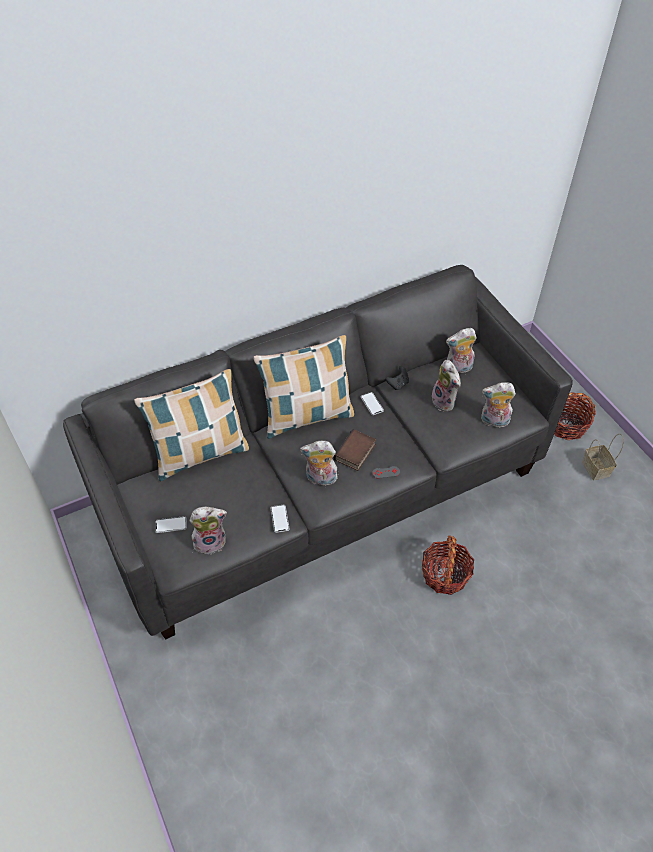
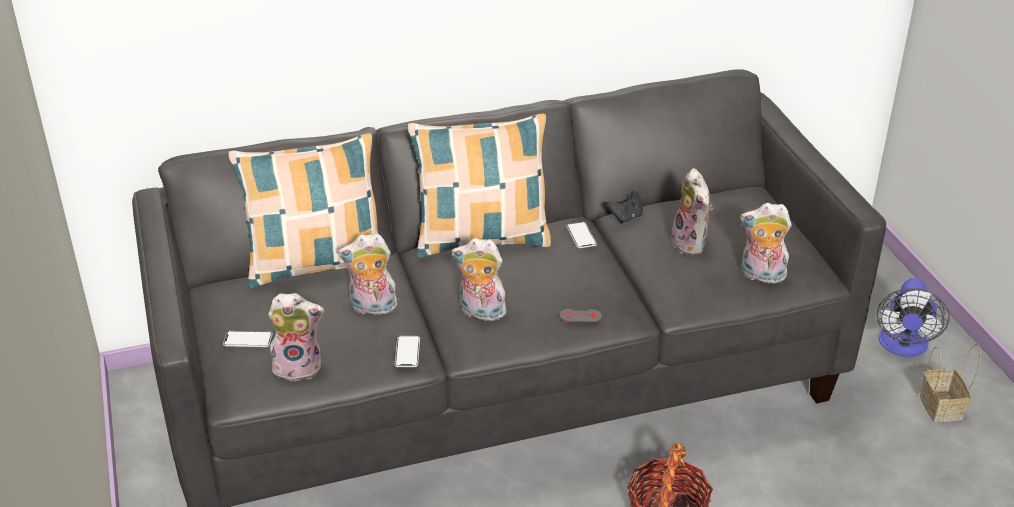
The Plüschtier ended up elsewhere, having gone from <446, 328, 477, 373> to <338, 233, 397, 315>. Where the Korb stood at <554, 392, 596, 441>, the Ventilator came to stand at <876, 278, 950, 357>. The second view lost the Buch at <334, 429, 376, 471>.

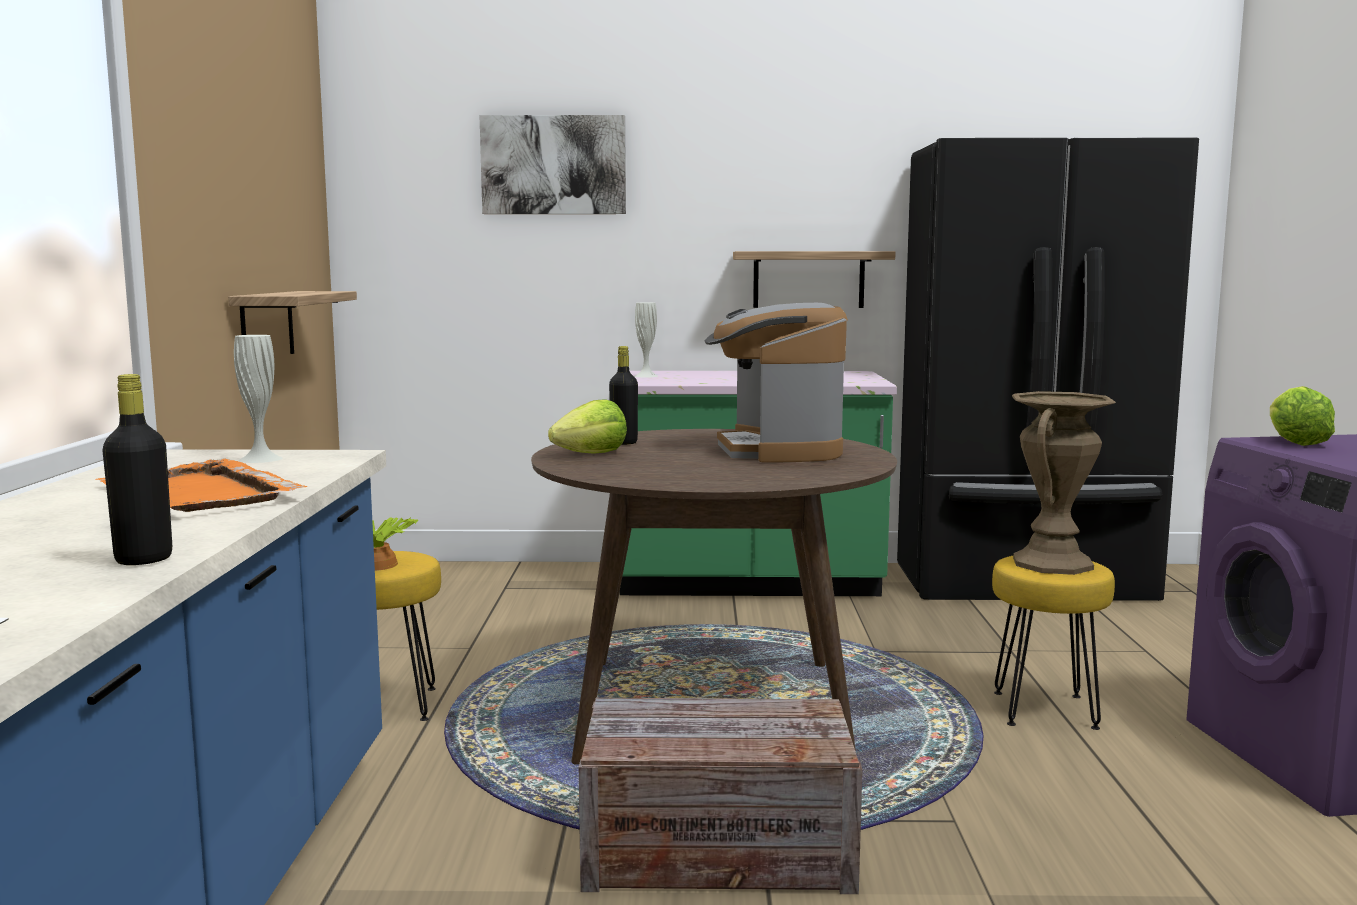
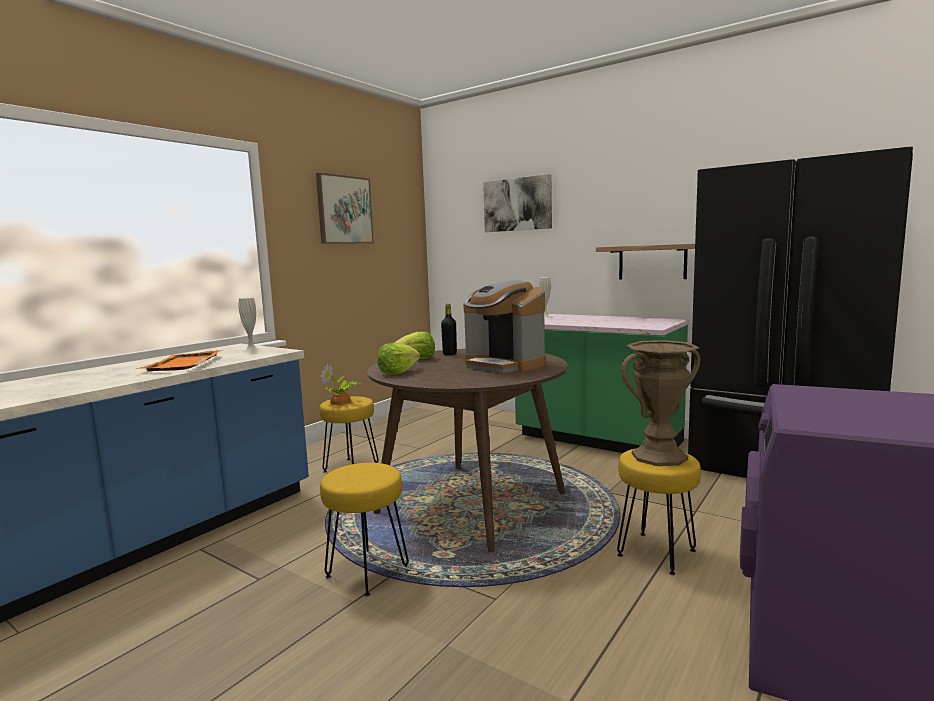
The second view gained the Bild at <316, 173, 374, 244>. Where the Kiste stood at <579, 698, 862, 894>, the Hocker (gelb) came to stand at <320, 463, 409, 596>. The Salatkopf ended up elsewhere, having gone from <1270, 386, 1335, 446> to <377, 342, 420, 375>. The Kaffeemaschine at <705, 303, 848, 462> ended up facing another way, 75 degrees counterclockwise from before. The second view lost the Flasche (schwarz) at <102, 374, 172, 565>. The second view lost the Wandregal at <229, 291, 357, 354>.

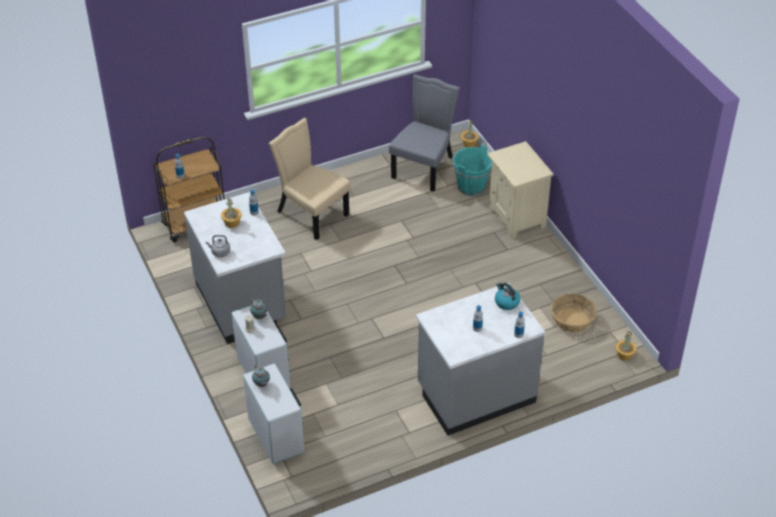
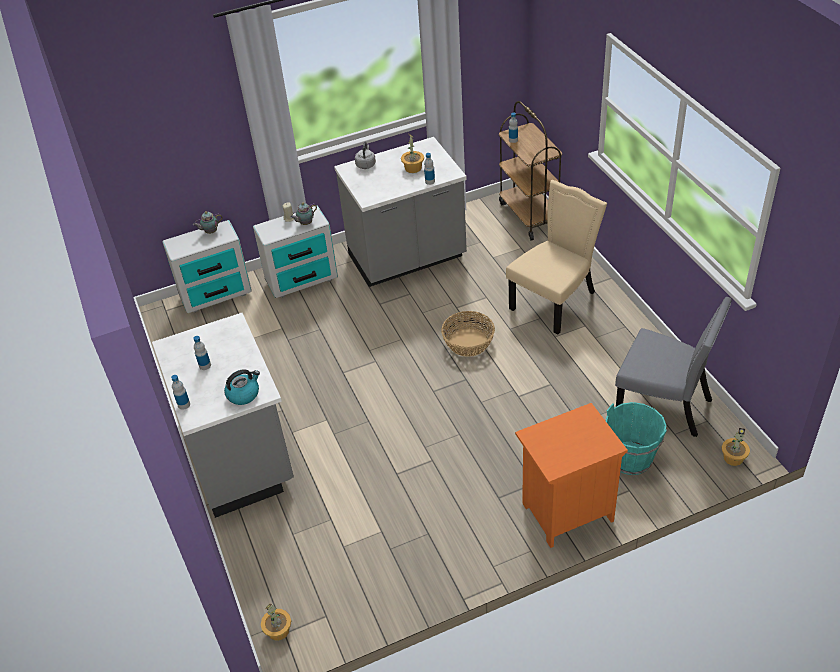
The Korb ended up elsewhere, having gone from <551, 294, 596, 333> to <441, 311, 495, 357>. What was the Nachttisch (beige) at <487, 141, 554, 239> turned into the Nachttisch (orange) at <515, 403, 628, 548>.

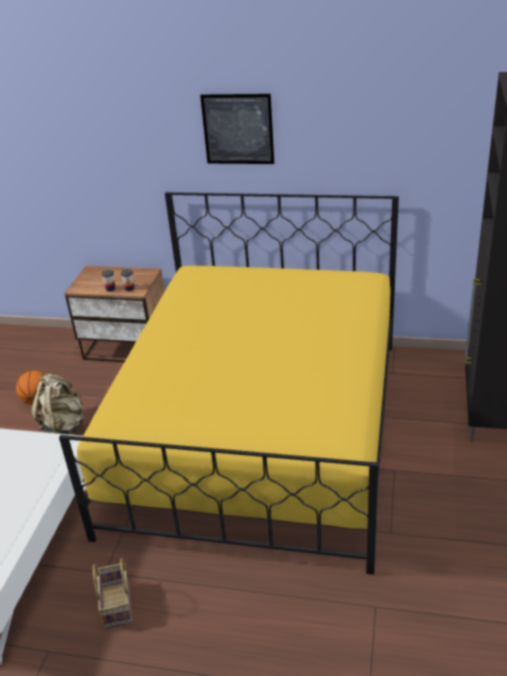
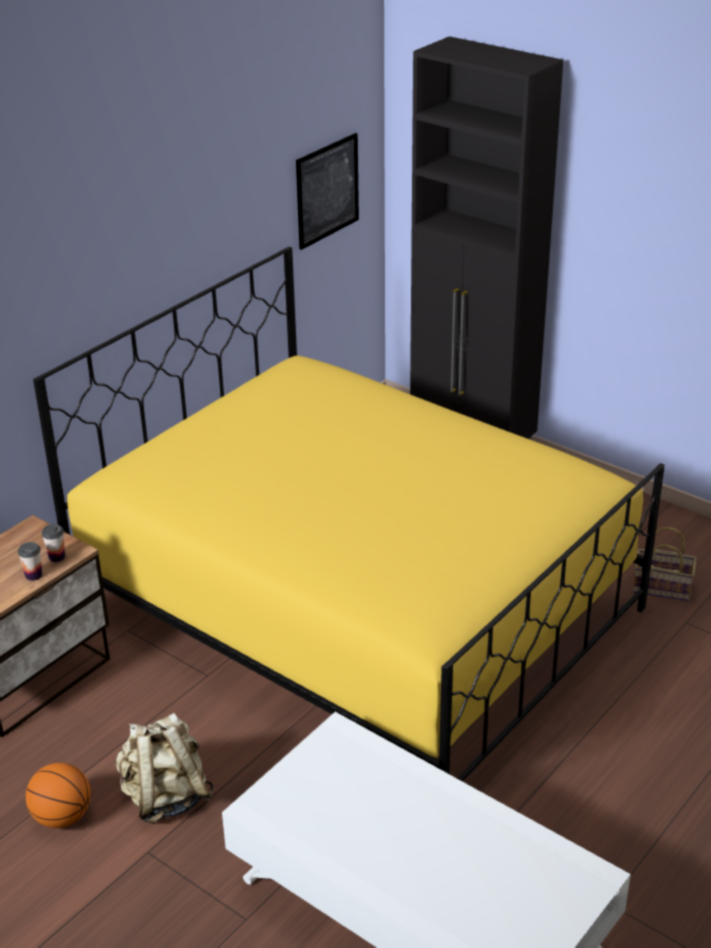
The Bild ended up elsewhere, having gone from <200, 94, 274, 164> to <296, 133, 359, 250>. The Korb ended up elsewhere, having gone from <93, 558, 132, 628> to <633, 527, 696, 601>.

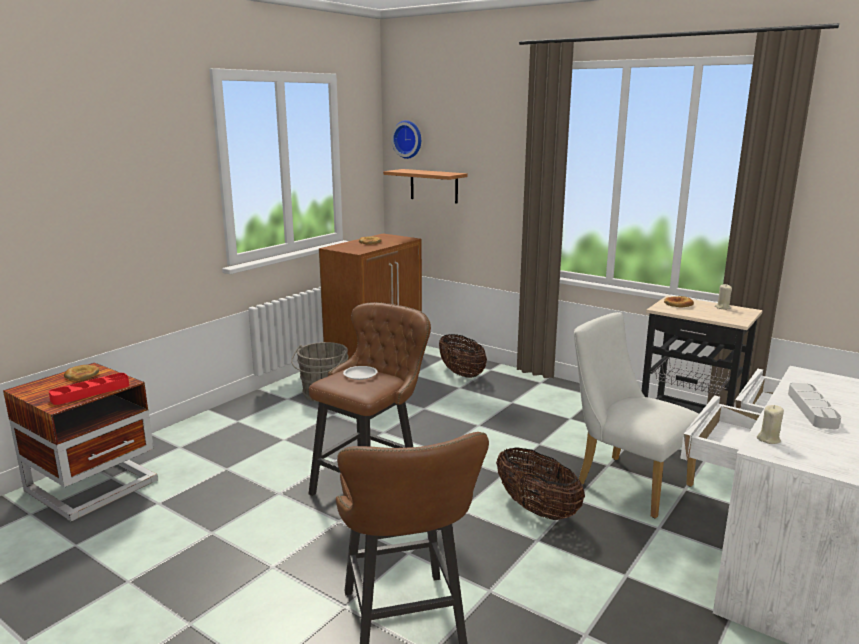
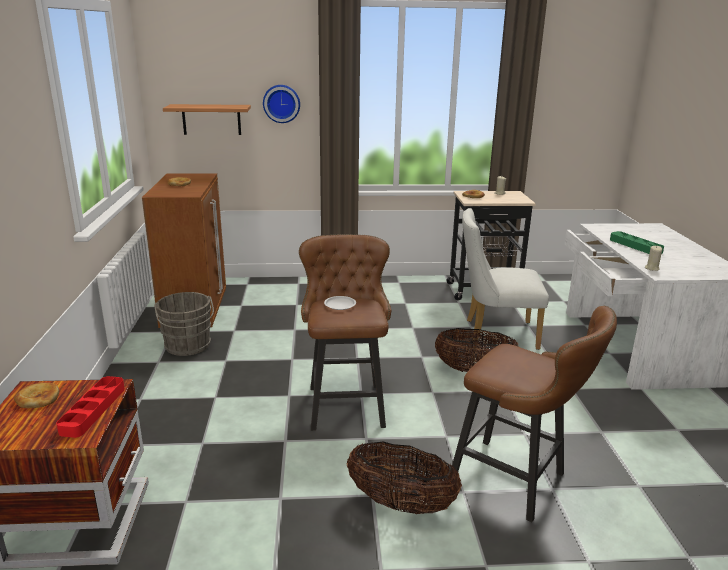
The Wanduhr ended up elsewhere, having gone from <391, 120, 421, 159> to <263, 85, 300, 123>. The Korb ended up elsewhere, having gone from <439, 334, 487, 378> to <347, 442, 462, 514>. What was the Tablett (grau) at <788, 383, 841, 429> turned into the Tablett (grün) at <610, 231, 664, 254>.

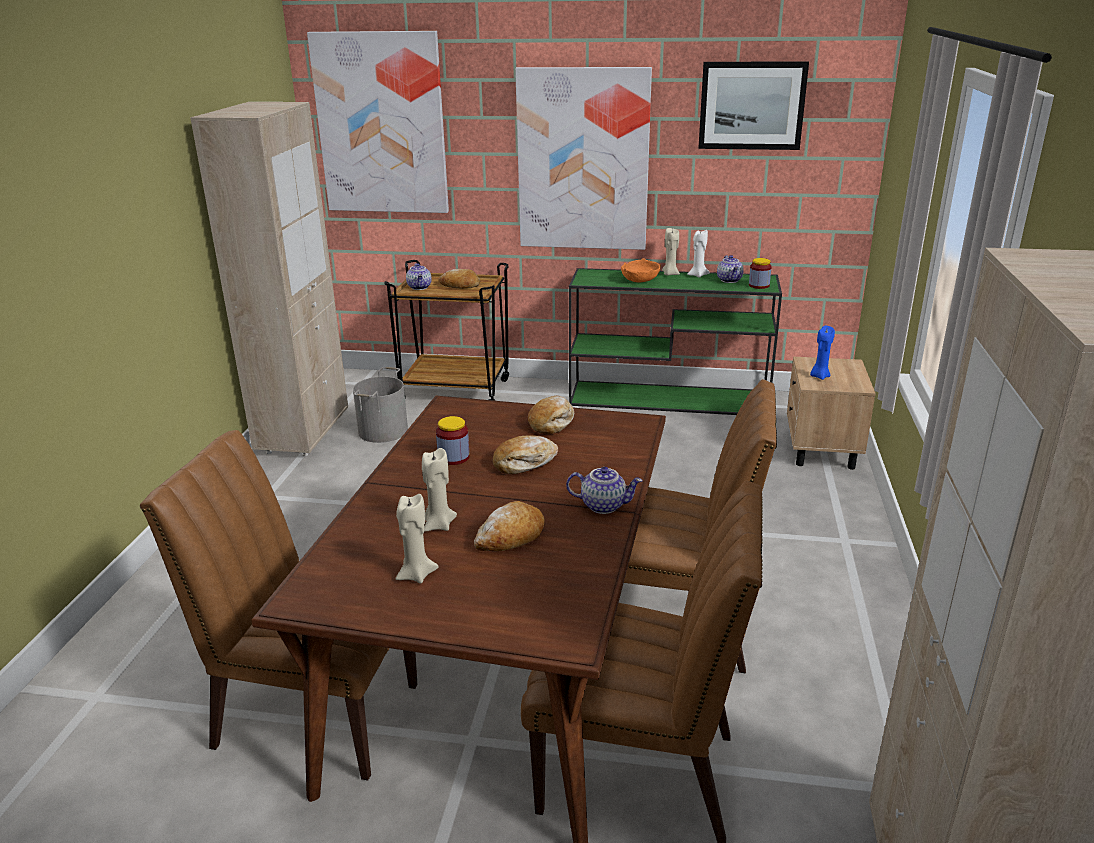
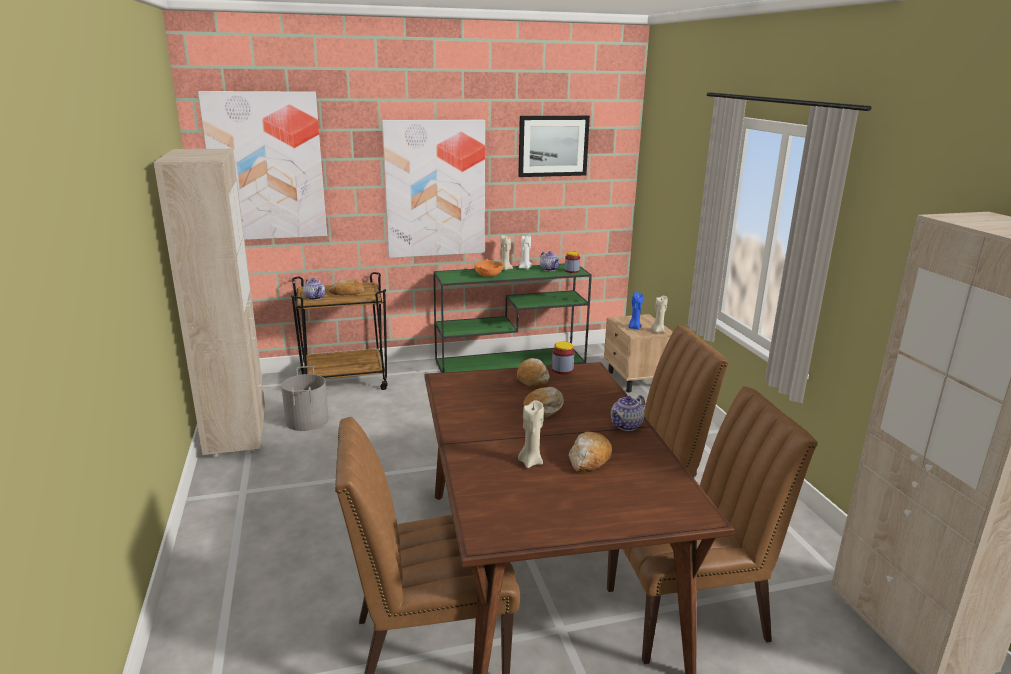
The Vorratsglas ended up elsewhere, having gone from <436, 416, 470, 465> to <552, 342, 574, 374>. The Teekanne at <566, 467, 643, 514> ended up facing another way, 150 degrees clockwise from before. The Kerze (beige) ended up elsewhere, having gone from <396, 494, 438, 584> to <651, 296, 667, 333>.

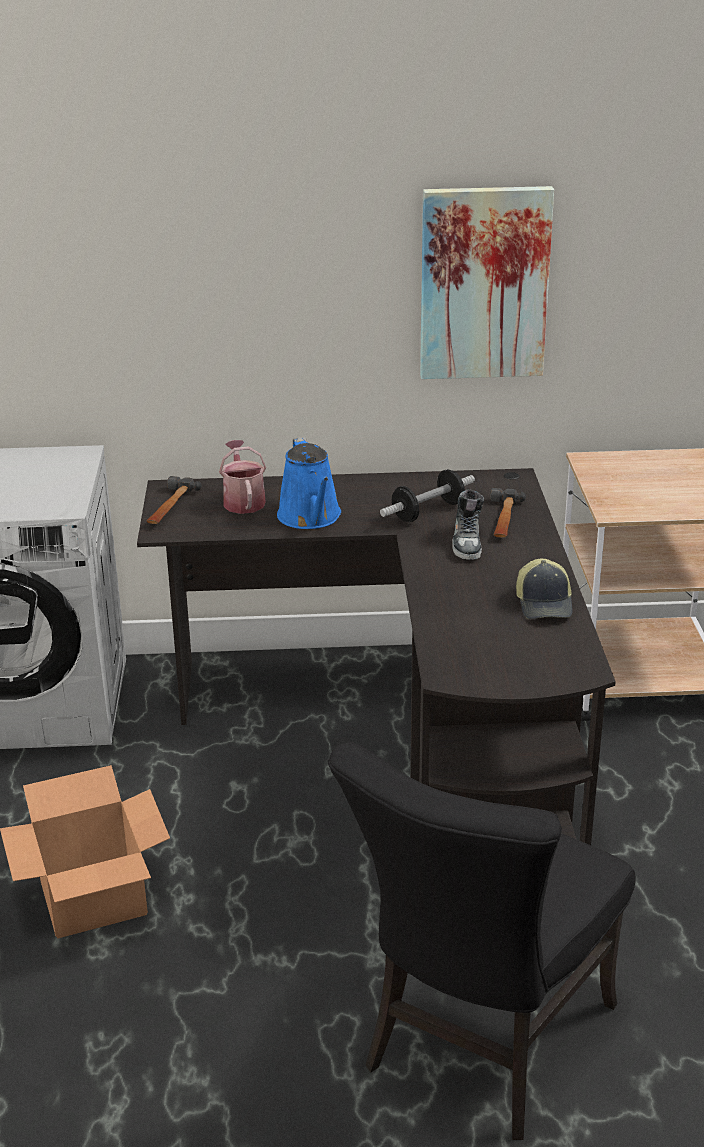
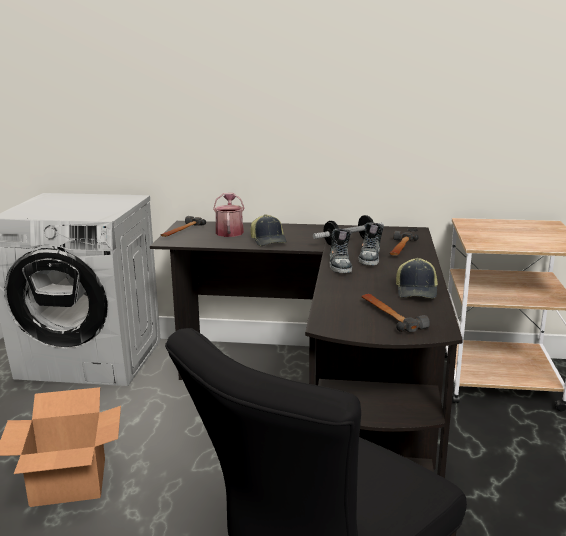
Where the Gießkanne (blau) stood at <277, 437, 341, 529>, the Kappe came to stand at <250, 214, 287, 246>. The second view gained the Schuh at <330, 229, 352, 273>. The second view gained the Hammer at <362, 294, 430, 332>. The second view lost the Bild at <420, 186, 554, 379>.

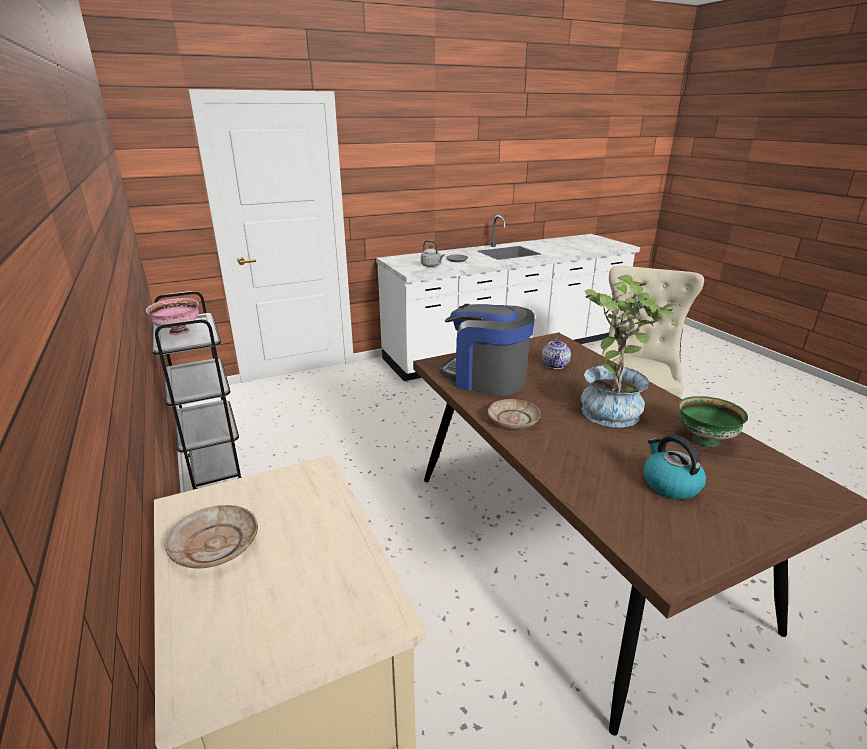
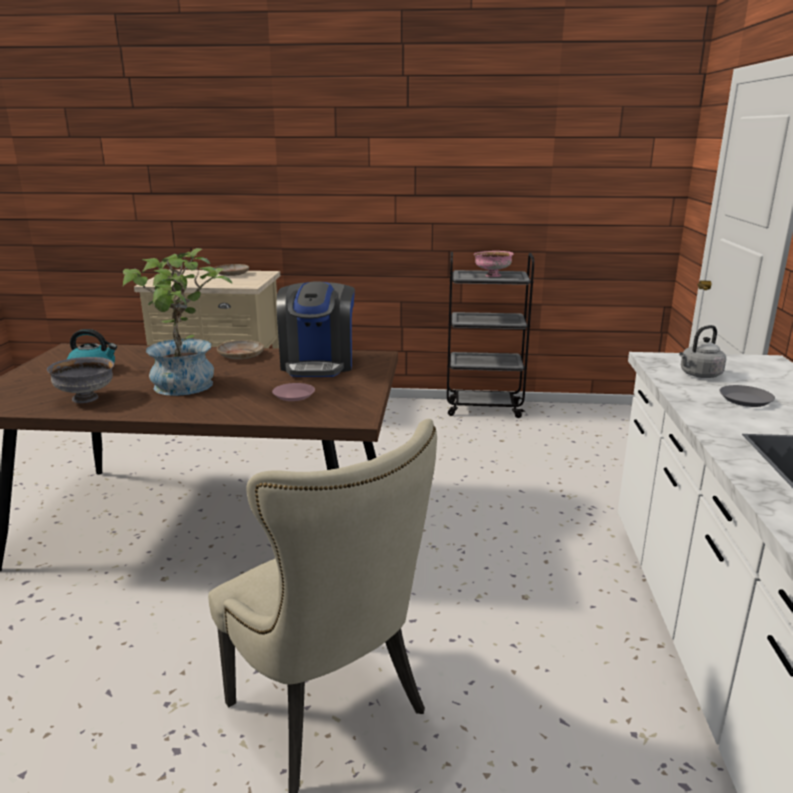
What was the Schüssel (grün) at <678, 396, 748, 447> turned into the Schüssel (grau) at <47, 357, 114, 403>. Where the Teekanne stood at <542, 338, 571, 369>, the Teller (rosa) came to stand at <272, 383, 315, 401>. The Kaffeemaschine at <440, 304, 535, 396> ended up facing another way, 120 degrees clockwise from before.

